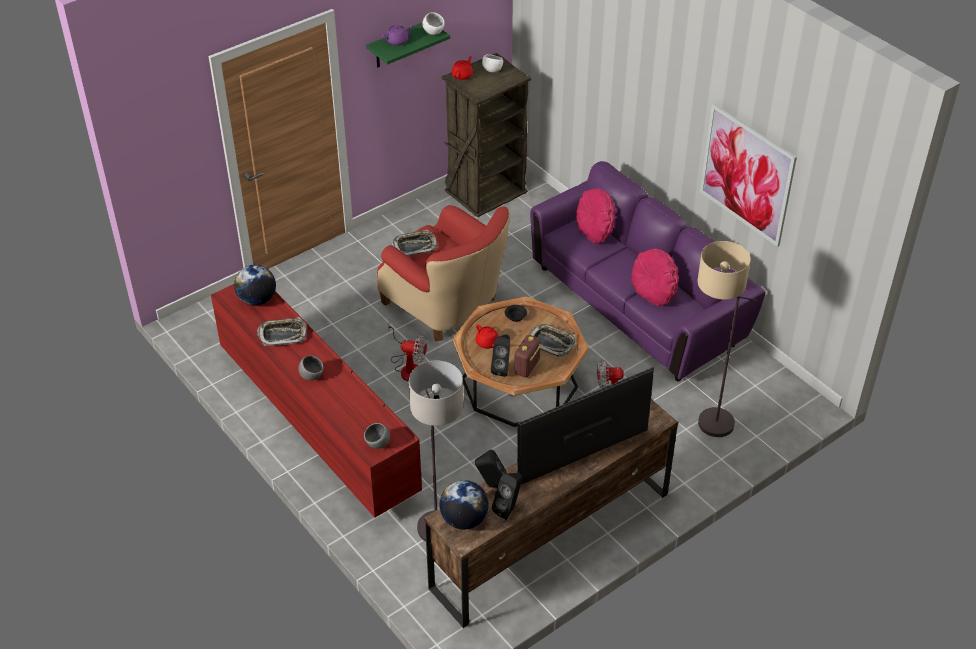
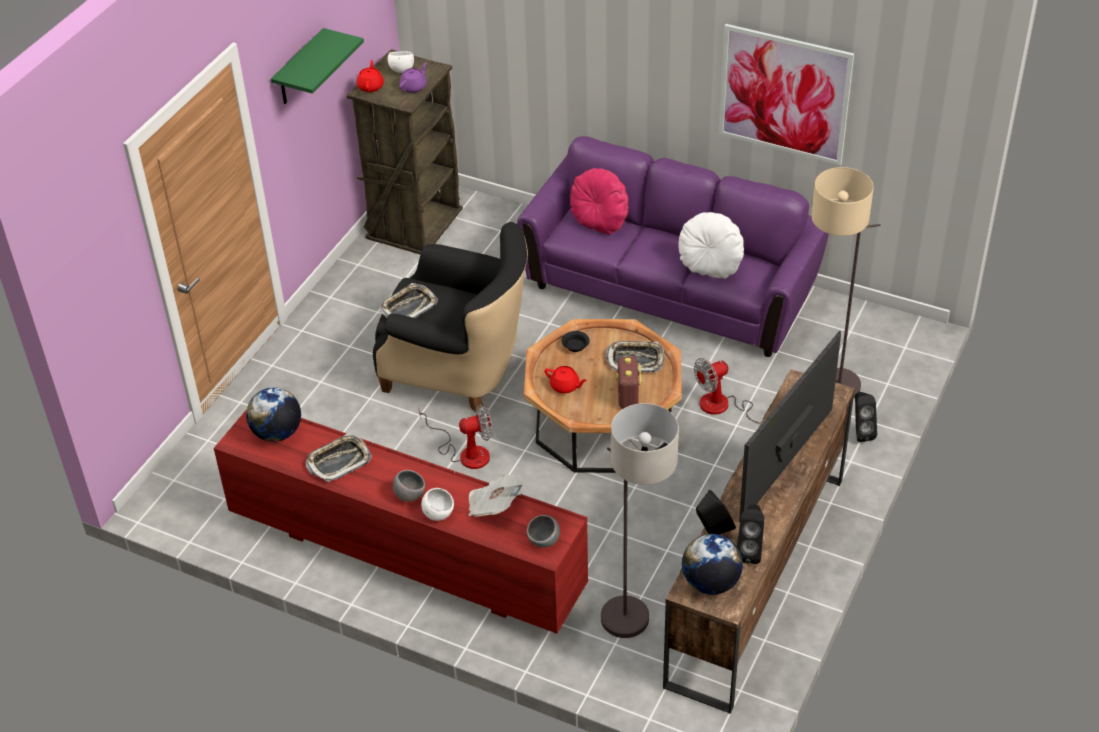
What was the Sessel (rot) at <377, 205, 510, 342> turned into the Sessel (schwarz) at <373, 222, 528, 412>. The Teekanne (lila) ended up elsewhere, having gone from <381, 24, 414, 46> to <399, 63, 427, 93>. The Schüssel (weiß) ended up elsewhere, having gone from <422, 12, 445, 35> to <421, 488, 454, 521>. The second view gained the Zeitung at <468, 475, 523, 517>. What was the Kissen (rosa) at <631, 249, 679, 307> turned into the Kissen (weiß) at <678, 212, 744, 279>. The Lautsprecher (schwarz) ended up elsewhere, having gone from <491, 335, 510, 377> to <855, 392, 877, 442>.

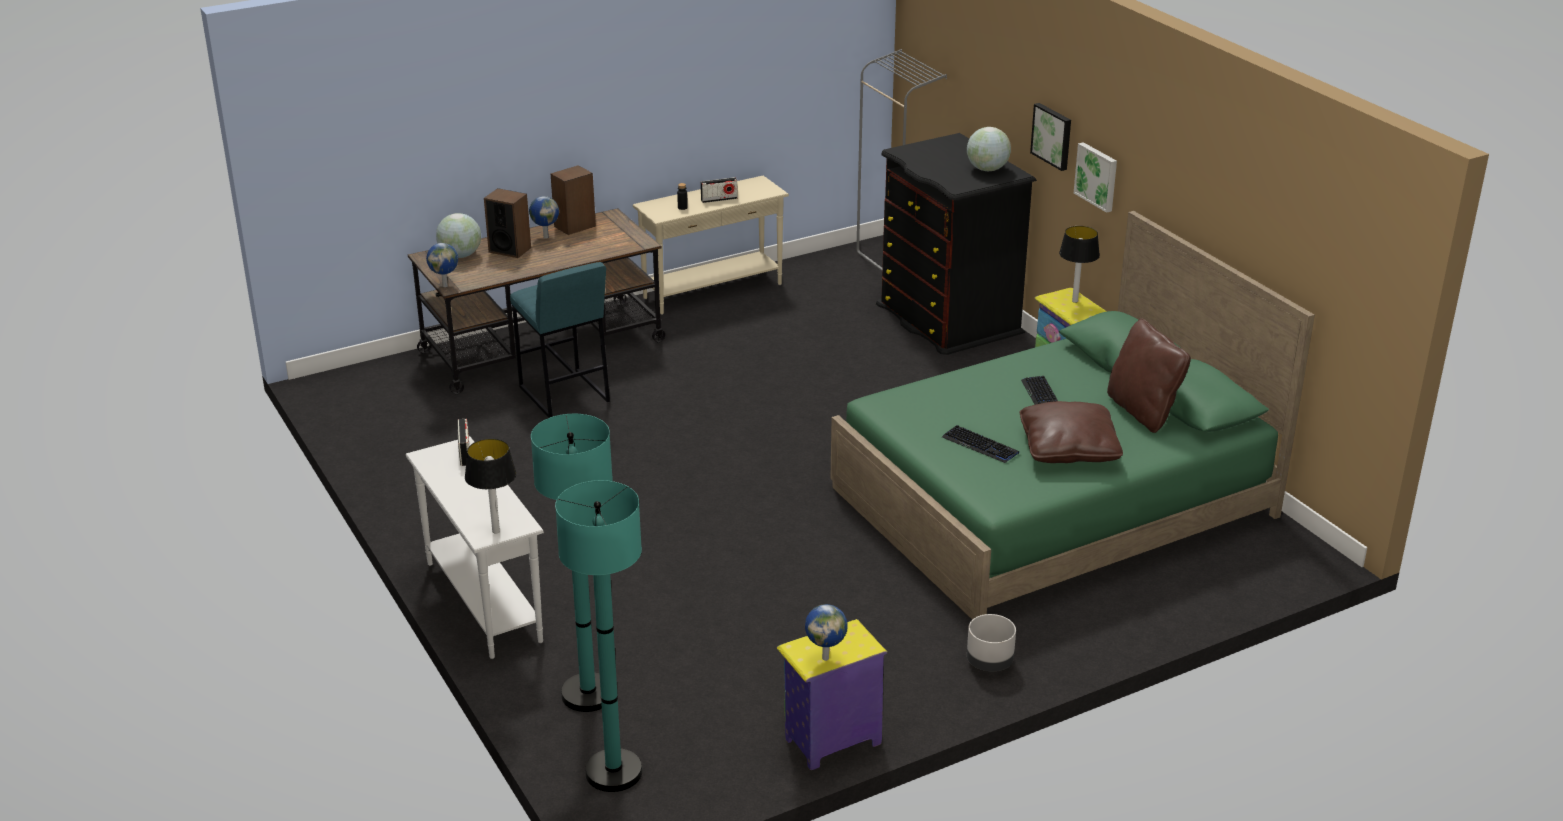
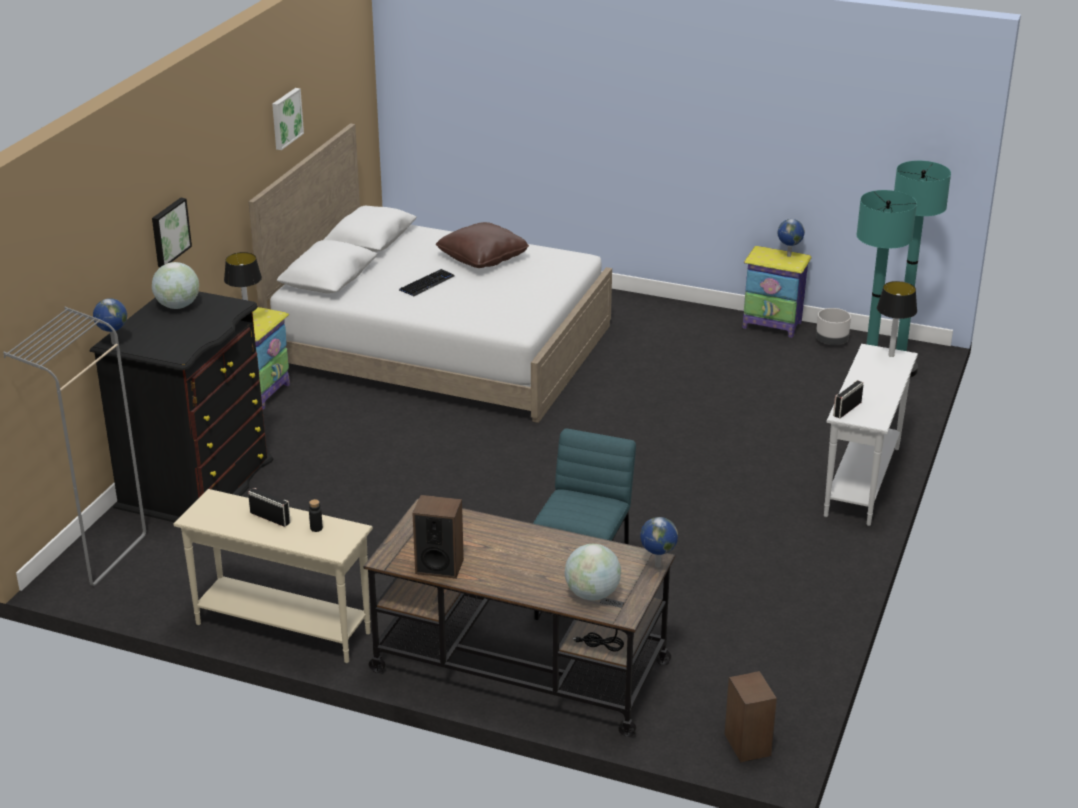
The Globus ended up elsewhere, having gone from <529, 196, 559, 239> to <93, 298, 127, 345>. What was the Bett (grün) at <830, 211, 1315, 620> turned into the Bett (weiß) at <248, 124, 612, 423>. The Bild ended up elsewhere, having gone from <1074, 142, 1117, 213> to <272, 88, 304, 150>. The Lautsprecher ended up elsewhere, having gone from <484, 188, 531, 258> to <725, 671, 777, 762>. The Pflanzkübel (grau) ended up elsewhere, having gone from <967, 614, 1016, 671> to <816, 308, 851, 345>. The second view lost the Tastatur at <942, 425, 1019, 463>. The second view lost the Kissen (braun) at <1107, 318, 1191, 433>.

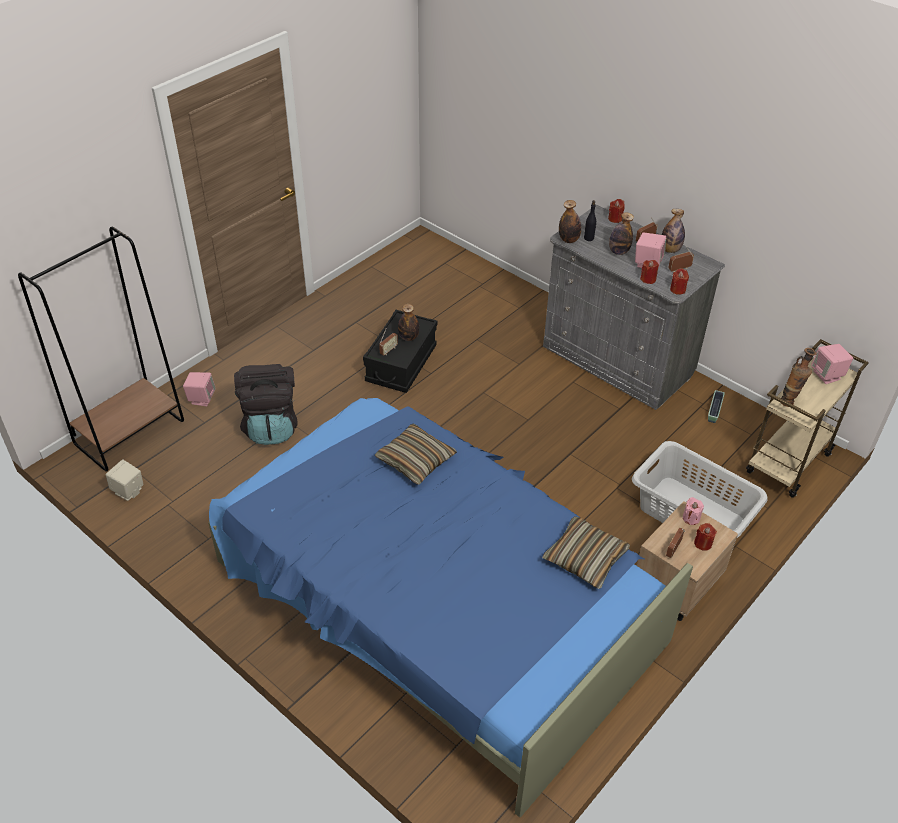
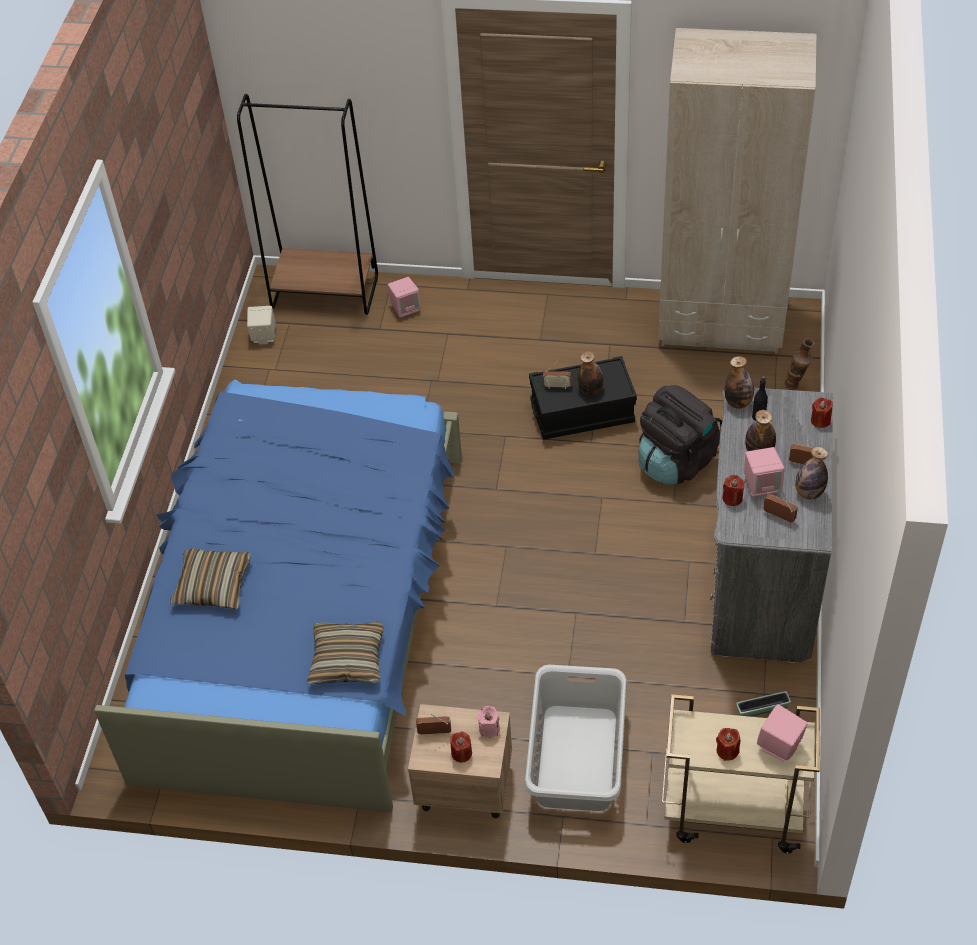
The Kissen ended up elsewhere, having gone from <375, 424, 457, 485> to <170, 548, 251, 609>. The Rucksack (schwarz) ended up elsewhere, having gone from <234, 364, 298, 445> to <638, 385, 722, 485>. The second view gained the Kleiderschrank (beige) at <658, 28, 817, 354>. The Kerze (rot) ended up elsewhere, having gone from <670, 268, 689, 295> to <716, 728, 740, 761>. The Vase ended up elsewhere, having gone from <780, 348, 816, 407> to <785, 338, 815, 390>.

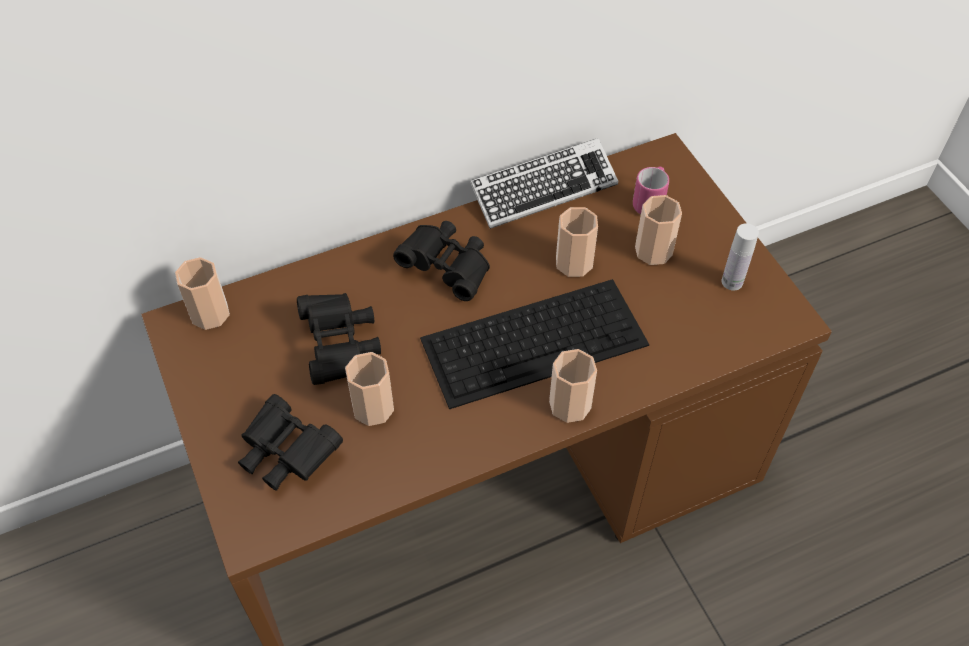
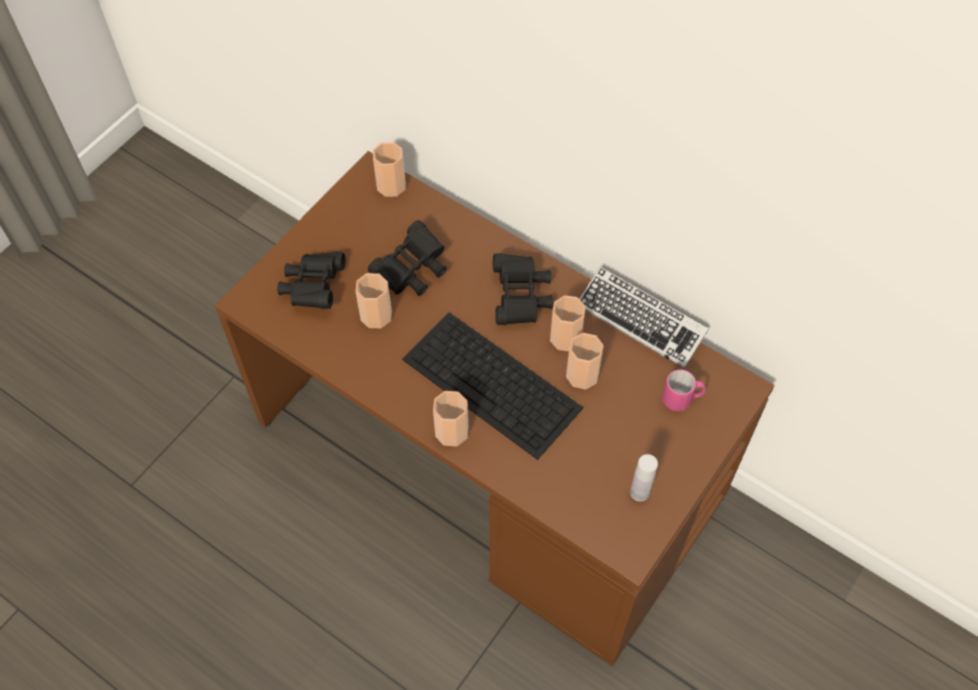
The Tasse ended up elsewhere, having gone from <635, 195, 682, 265> to <550, 295, 586, 352>.

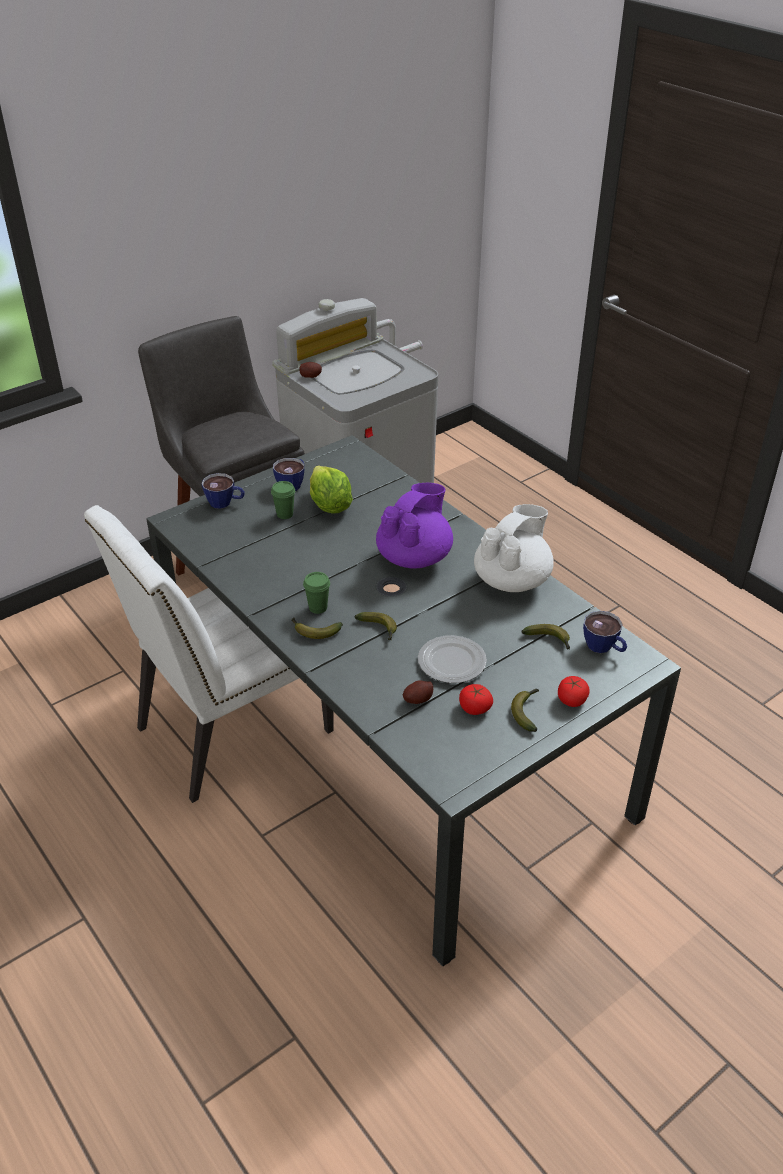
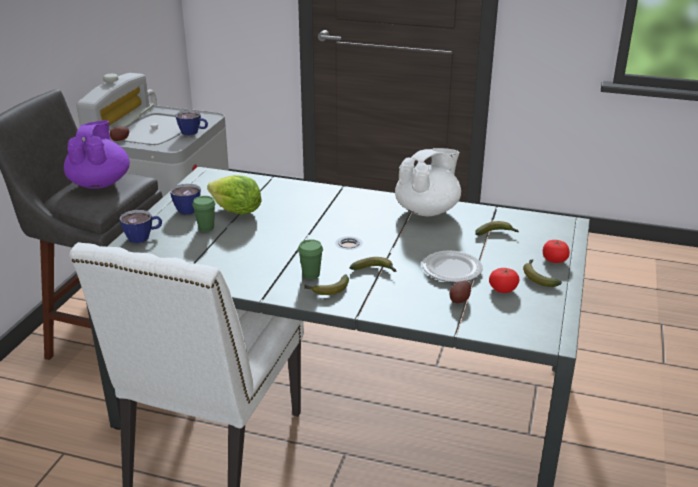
The Teekanne (lila) ended up elsewhere, having gone from <376, 483, 453, 569> to <64, 120, 130, 189>. The Tasse ended up elsewhere, having gone from <583, 611, 627, 653> to <175, 110, 208, 136>. The Teekanne (weiß) at <474, 504, 554, 592> ended up facing another way, 45 degrees clockwise from before.

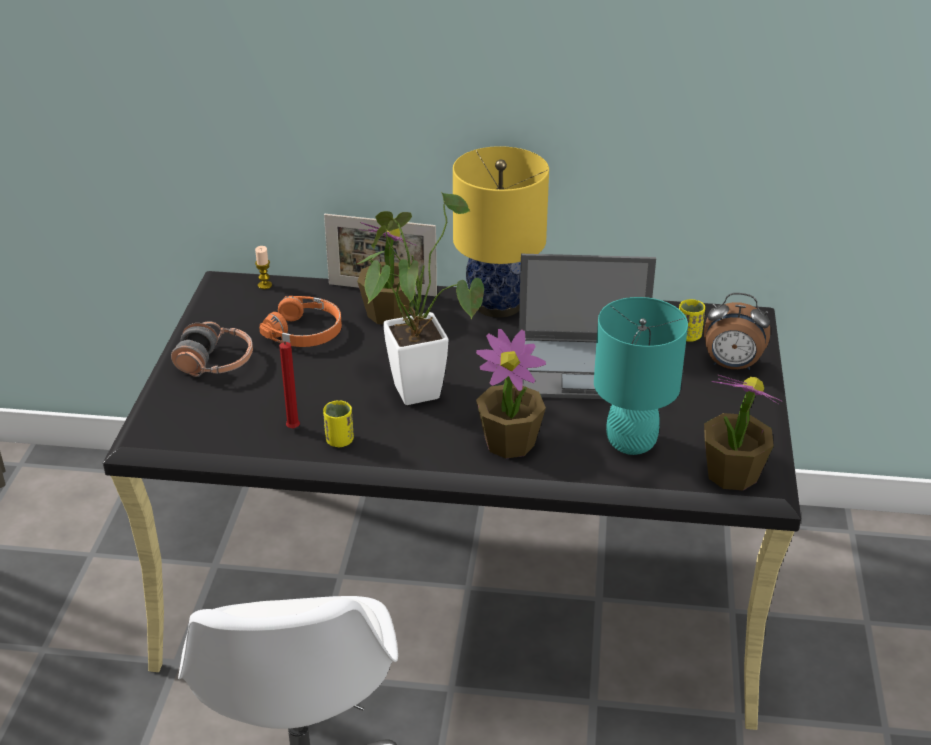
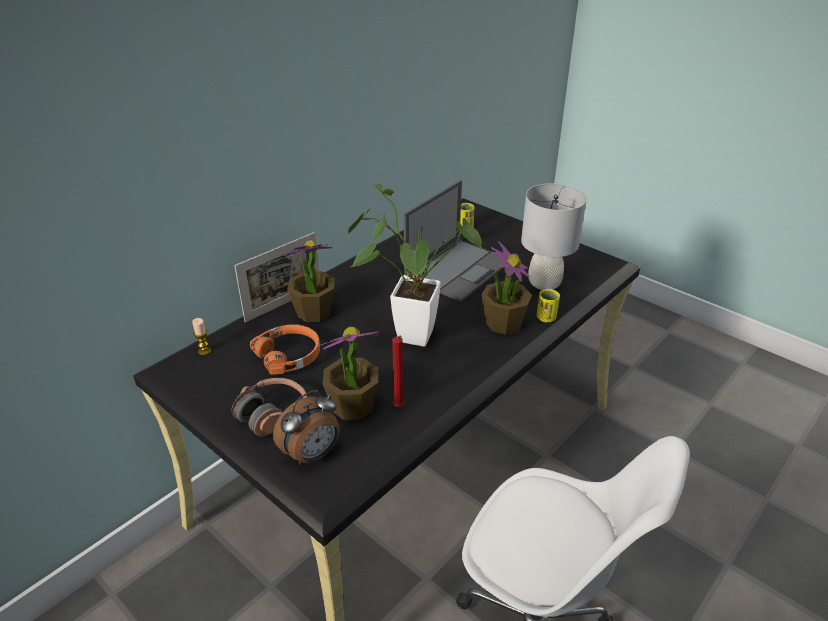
The Wecker ended up elsewhere, having gone from <704, 293, 770, 370> to <273, 390, 340, 465>. The Topfpflanze ended up elsewhere, having gone from <704, 375, 783, 490> to <319, 327, 379, 420>. What was the Tischlampe (türkis) at <594, 297, 688, 455> turned into the Tischlampe (grau) at <521, 183, 587, 290>. The Tasse (gelb) ended up elsewhere, having gone from <323, 401, 354, 447> to <537, 289, 560, 322>. The second view lost the Tischlampe (gelb) at <453, 146, 549, 318>.

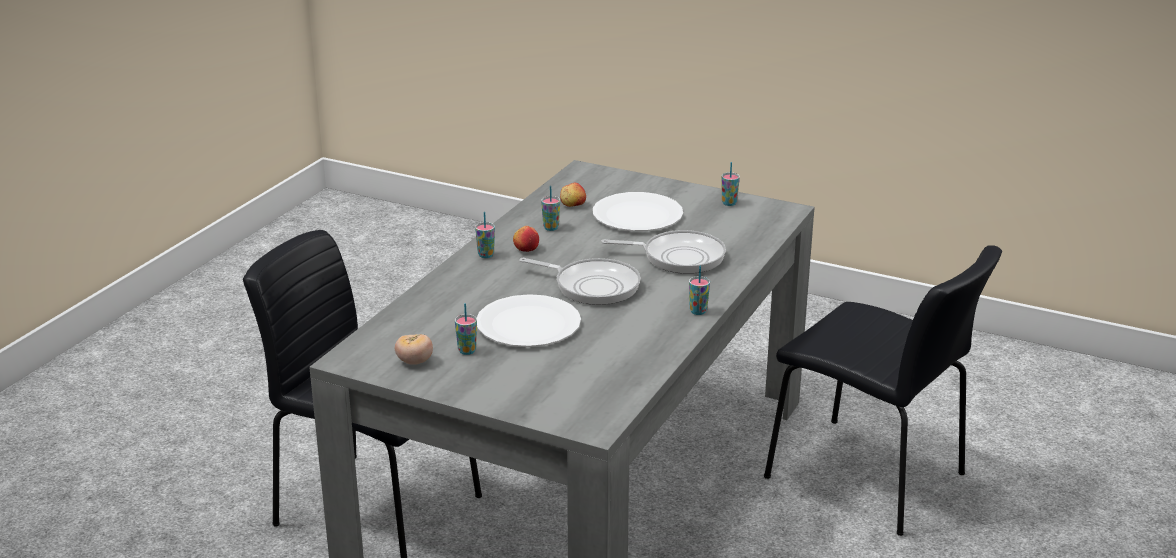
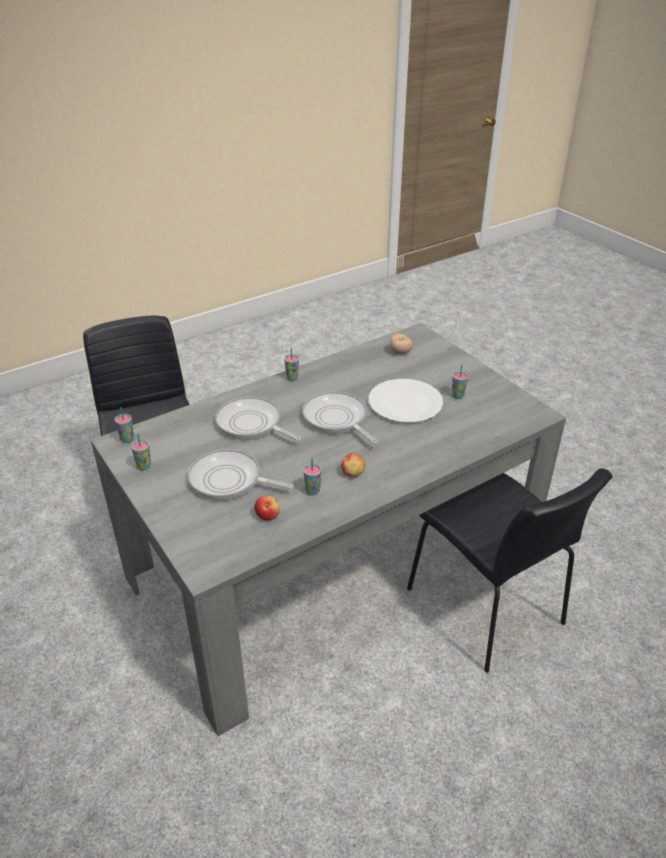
The Tasse ended up elsewhere, having gone from <475, 212, 495, 258> to <115, 407, 134, 443>. Where the Teller (weiß) stood at <593, 192, 683, 231>, the Pfanne came to stand at <188, 449, 294, 501>. The Tomate ended up elsewhere, having gone from <395, 334, 433, 365> to <390, 334, 413, 354>.

